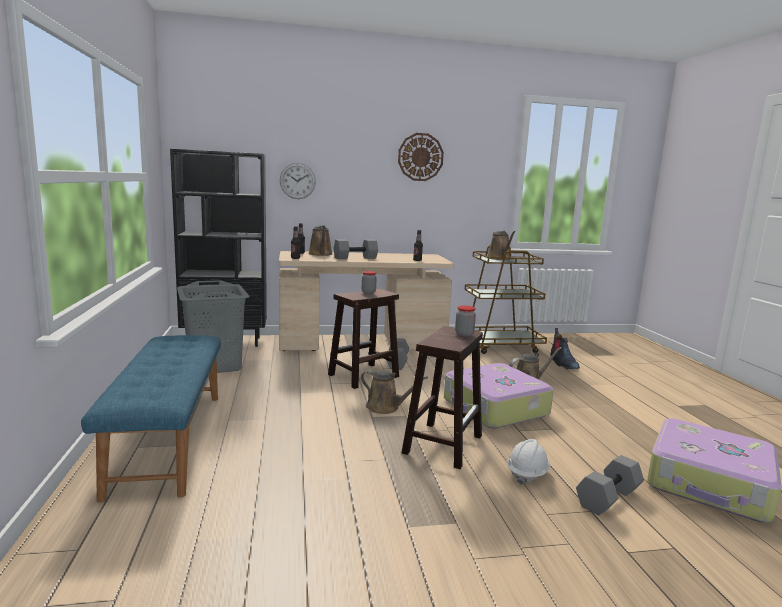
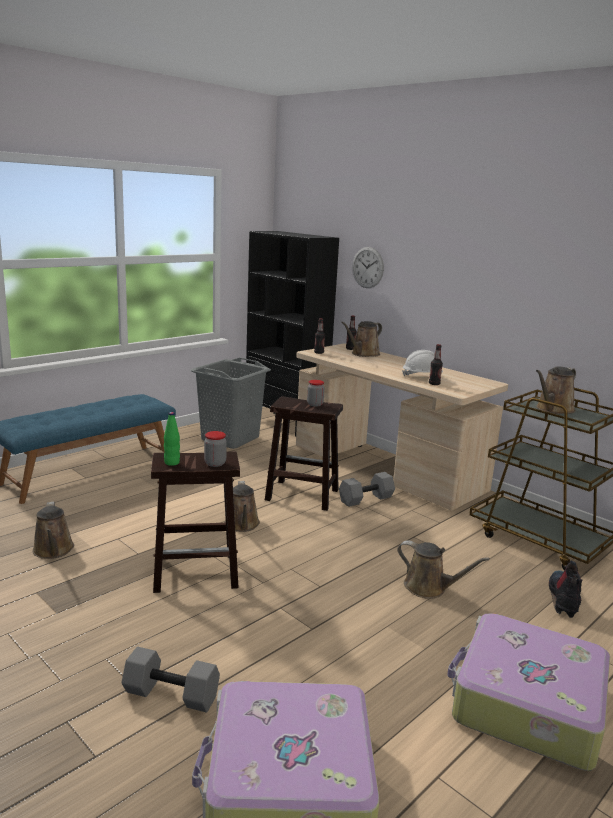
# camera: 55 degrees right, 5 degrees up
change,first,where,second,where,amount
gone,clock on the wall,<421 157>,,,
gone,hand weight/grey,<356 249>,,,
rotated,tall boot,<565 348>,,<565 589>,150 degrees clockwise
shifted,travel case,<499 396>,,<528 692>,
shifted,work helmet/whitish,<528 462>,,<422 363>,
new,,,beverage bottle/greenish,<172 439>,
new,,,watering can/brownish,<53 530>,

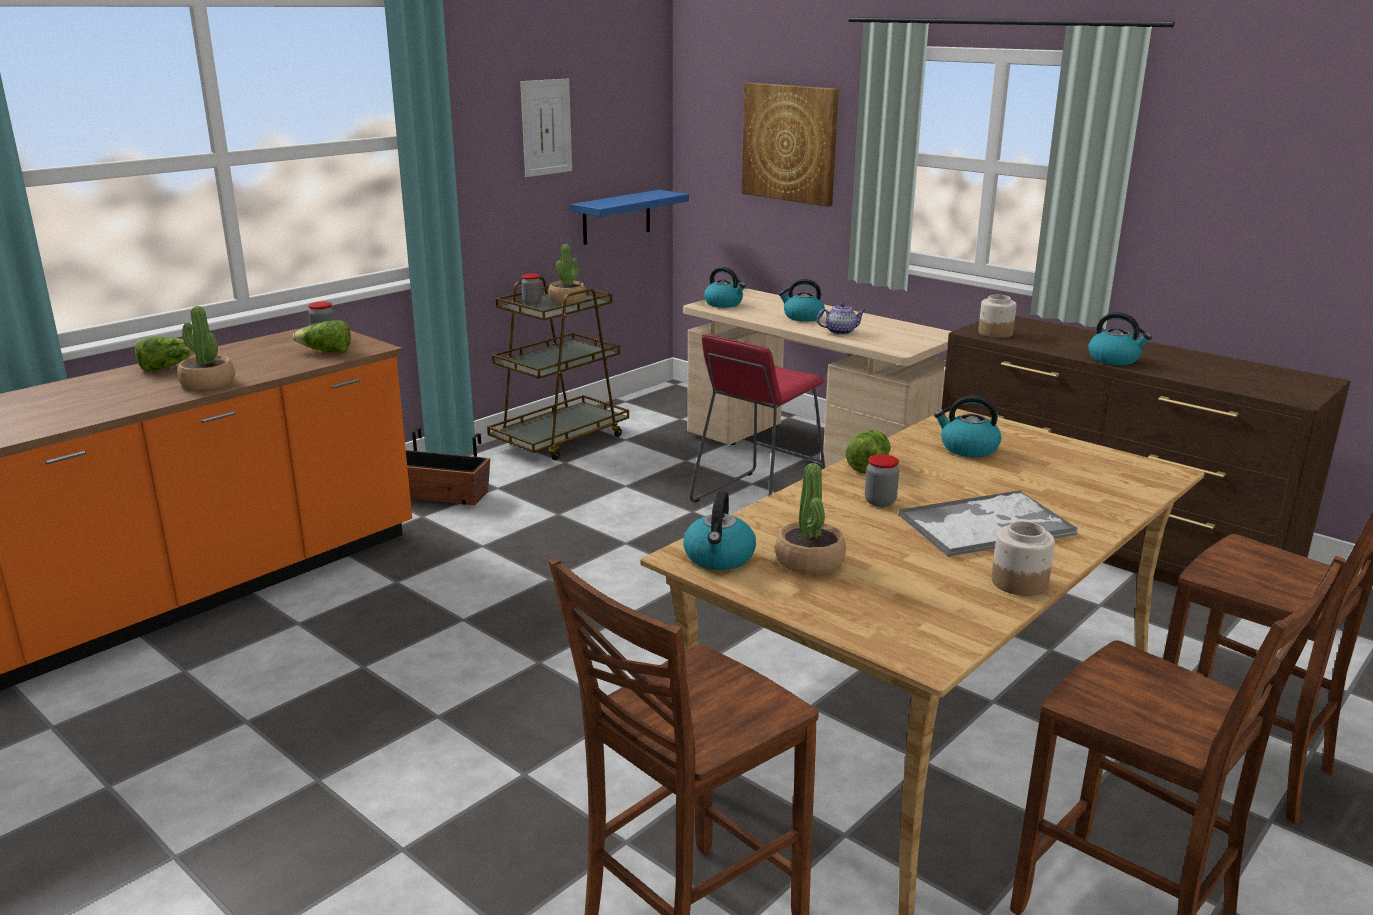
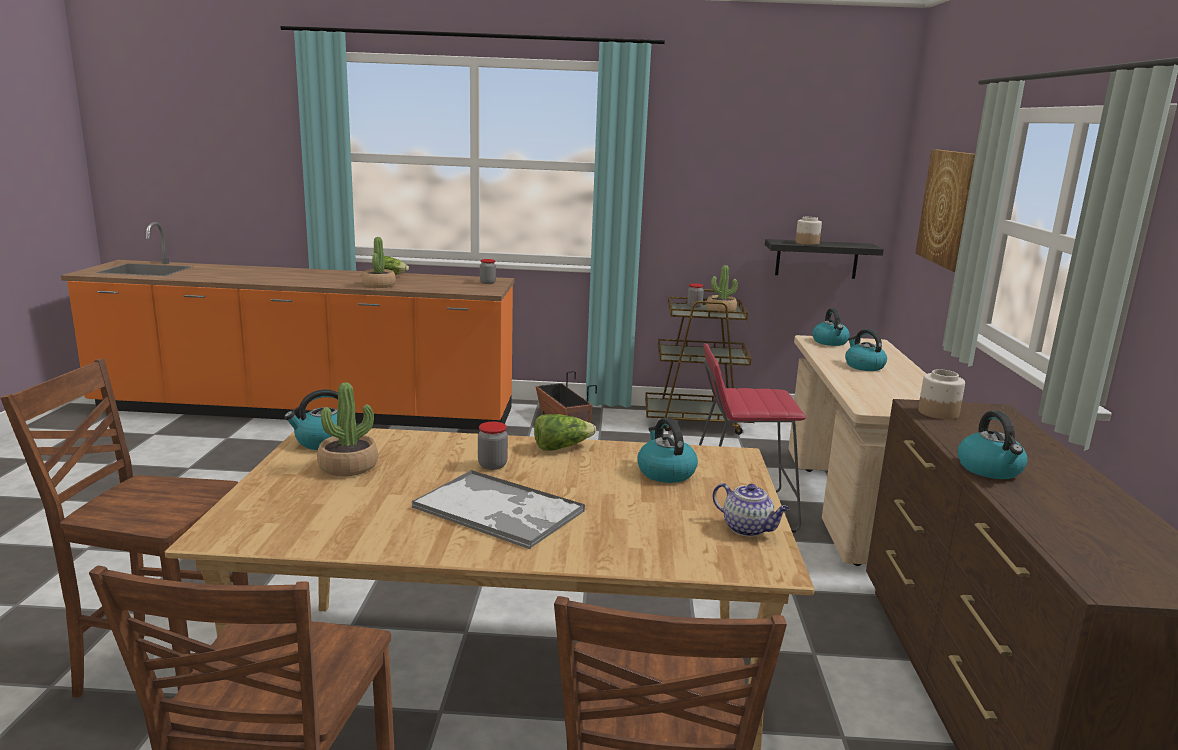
# camera: 50 degrees right, 5 degrees down
change,first,where,second,where,amount
gone,wall picture,<546 127>,,,
repainted,bracket shelf/blue-coloured,<630 217>,bracket shelf/blackish,<824 259>,
shifted,teapot,<841 318>,,<751 510>,
gone,lettuce,<322 336>,,,
shifted,storage jar,<1023 558>,,<808 231>,

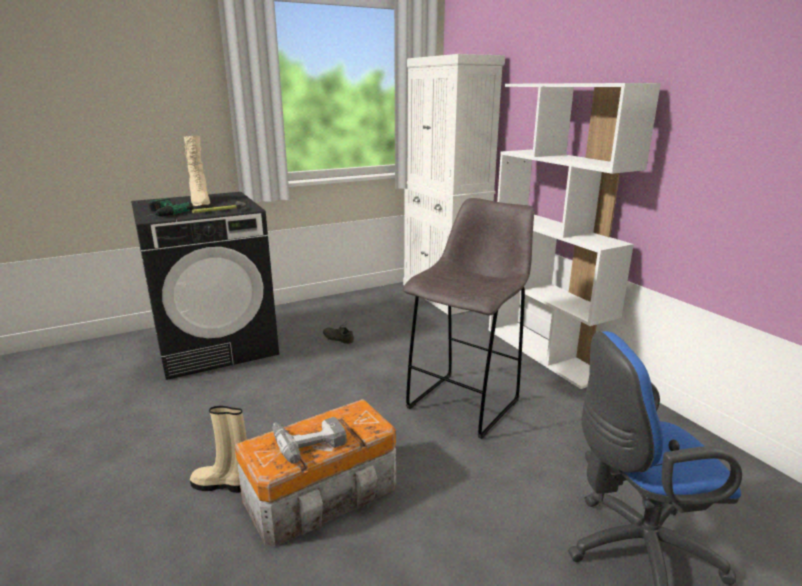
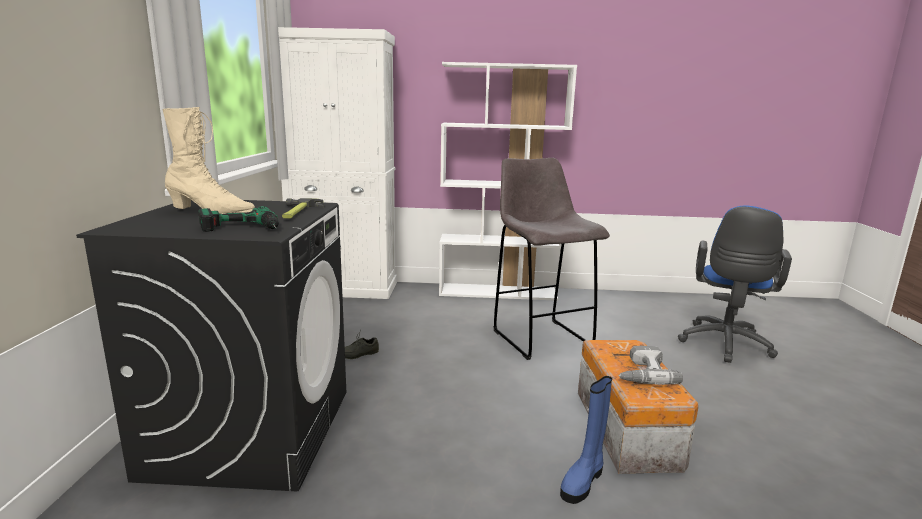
# camera: 60 degrees left, 5 degrees down
change,first,where,second,where,amount
repainted,tall boot/sand-coloured,<218 449>,tall boot/blue-coloured,<586 440>,

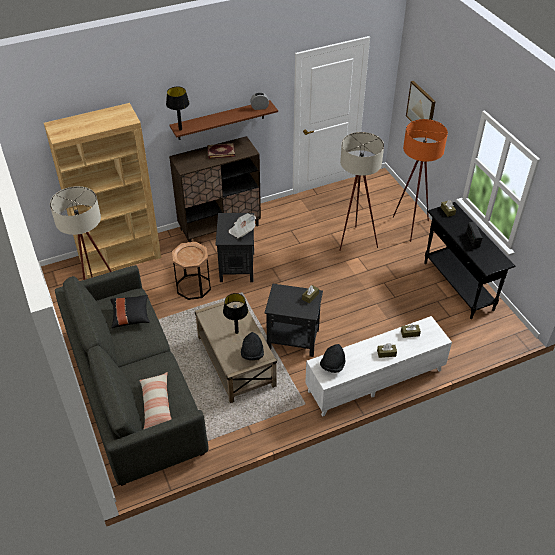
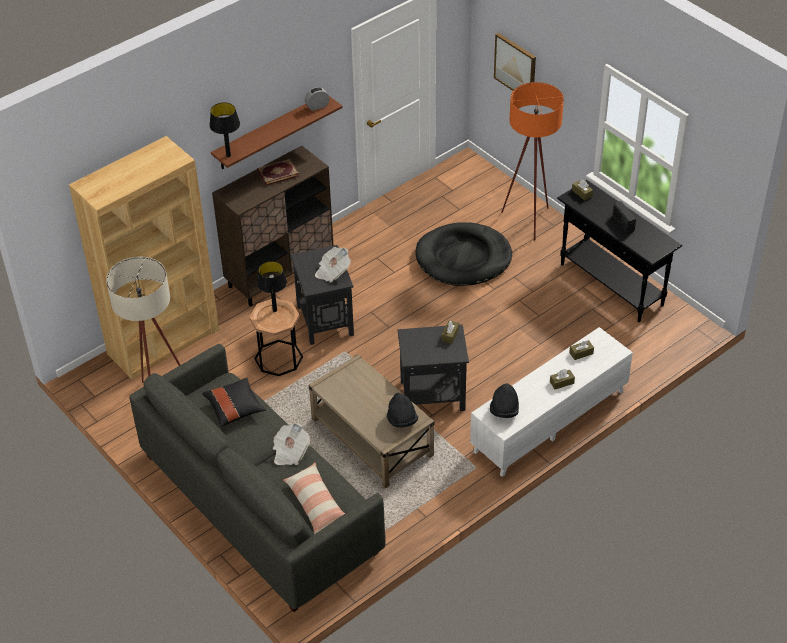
# camera: 15 degrees left, 0 degrees up
change,first,where,second,where,amount
swapped,floor lamp/sand-coloured,<361 191>,pet bed/blackish,<463 254>,
shifted,tabletop lamp/blackish,<235 313>,,<272 286>,
new,,,newspaper,<291 444>,

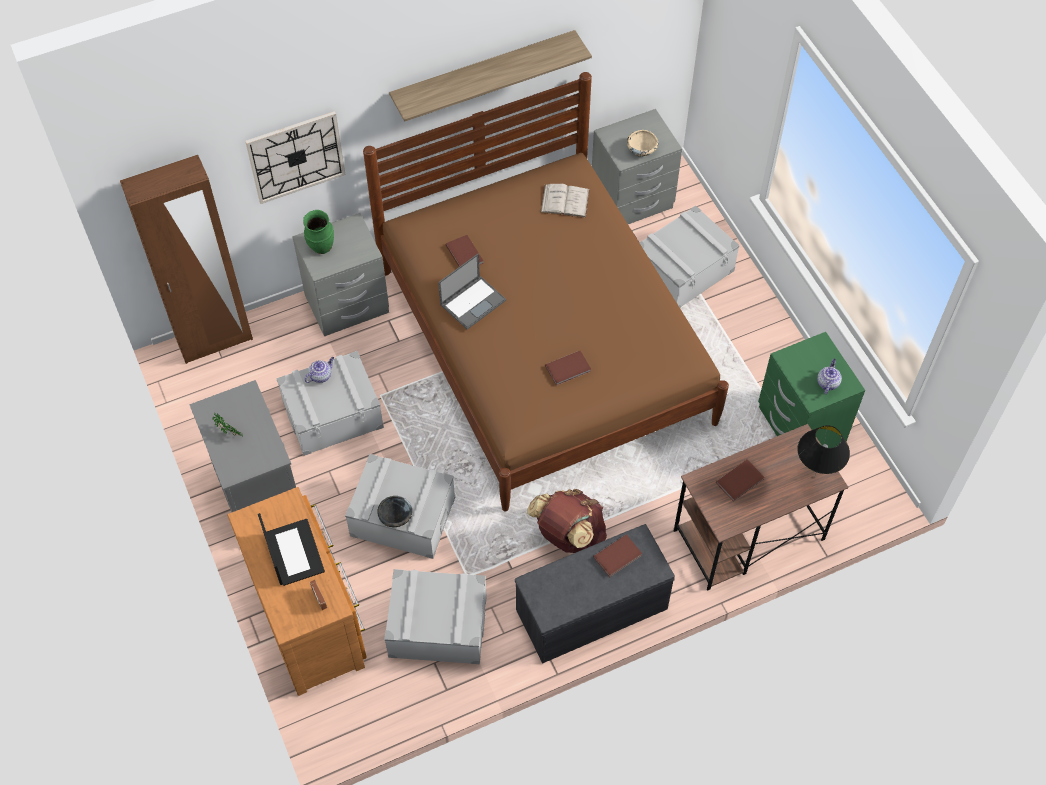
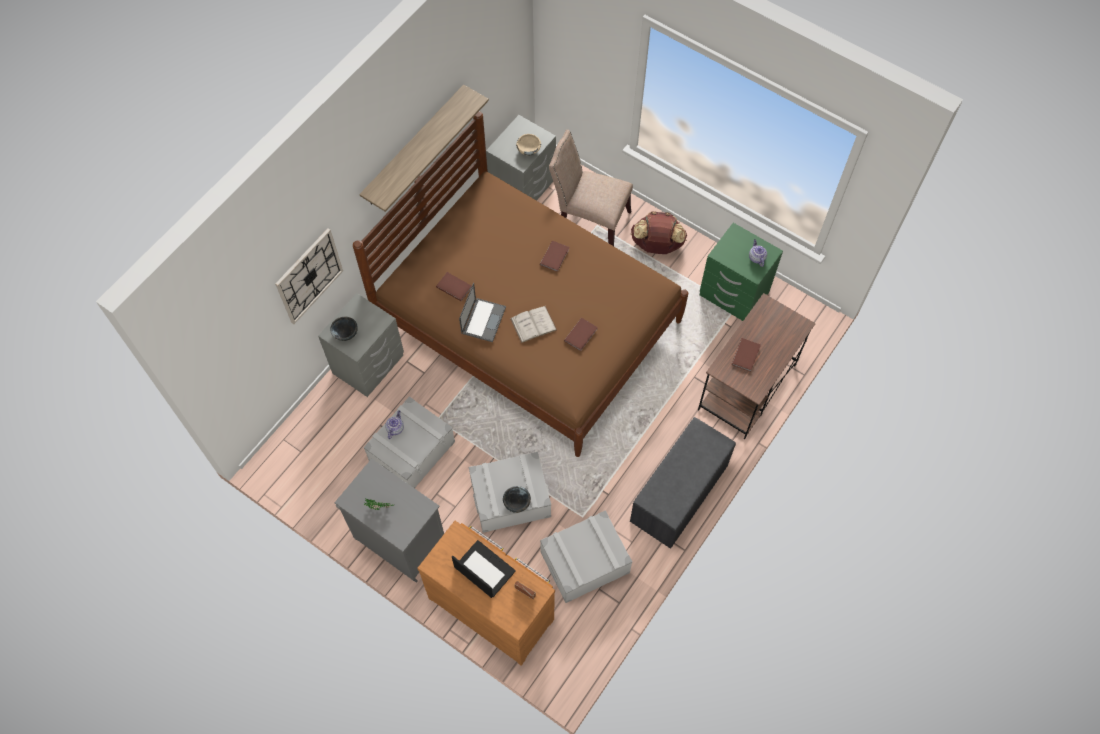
# camera: 30 degrees left, 5 degrees up
change,first,where,second,where,amount
gone,wardrobe/brownish,<186 259>,,,
shifted,book/whitish,<565 201>,,<533 324>,
swapped,storage box/grey,<690 256>,plain chair/sand-coloured,<591 188>,
swapped,flower vase/greenish,<318 232>,bowl/blackish,<344 329>,
gone,tabletop lamp/blackish,<823 451>,,,
shifted,rucksack/brownish,<567 521>,,<659 232>,
shifted,book/brownish,<617 555>,,<554 256>,

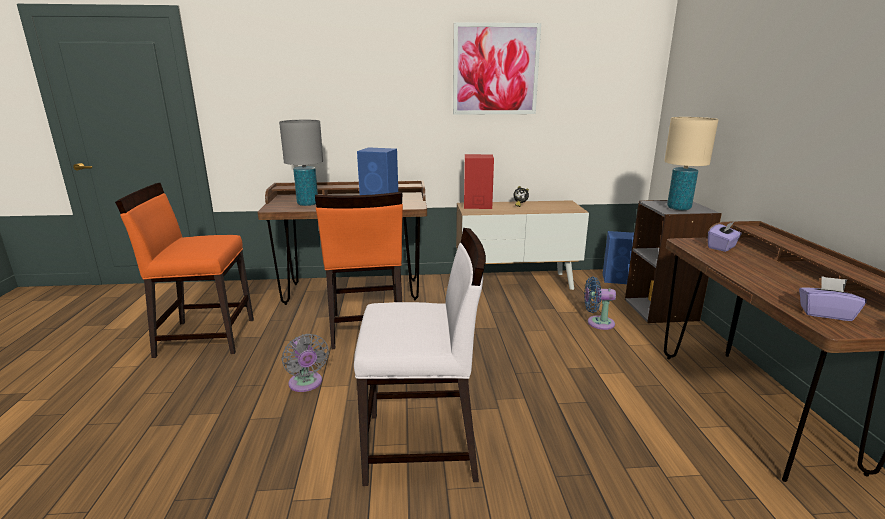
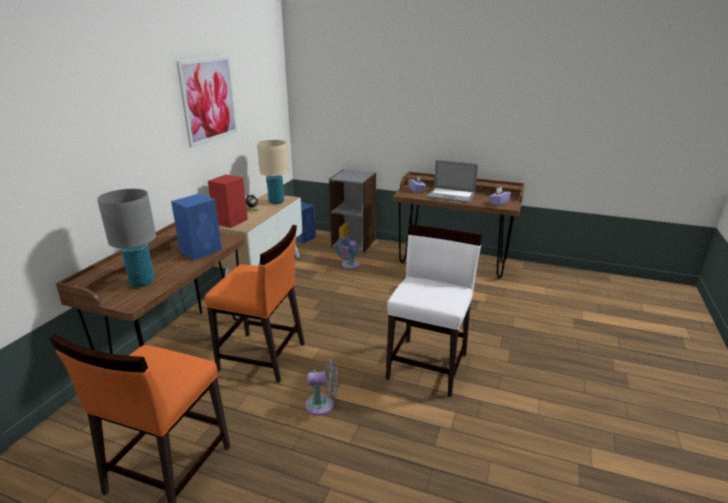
# camera: 65 degrees left, 5 degrees up
change,first,where,second,where,amount
shifted,tabletop lamp/sand-coloured,<691 163>,,<272 172>,
new,,,portable computer,<452 181>,

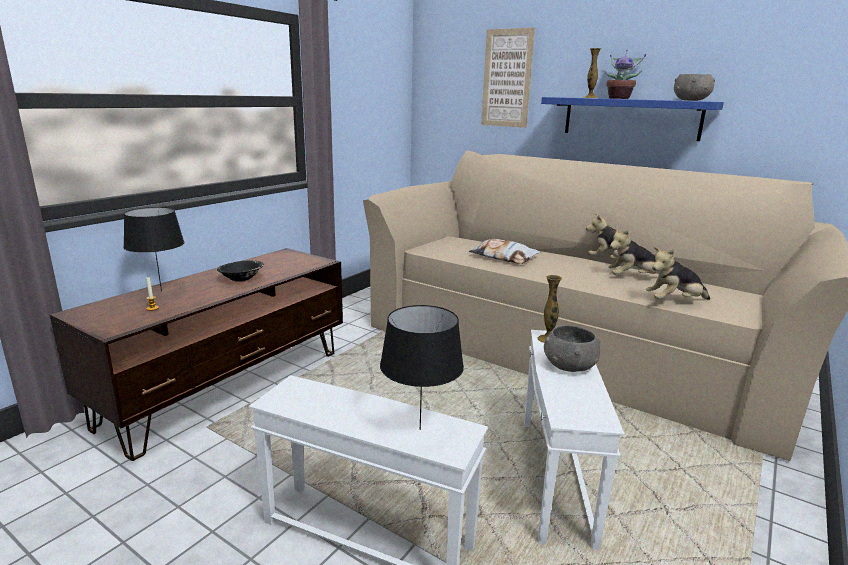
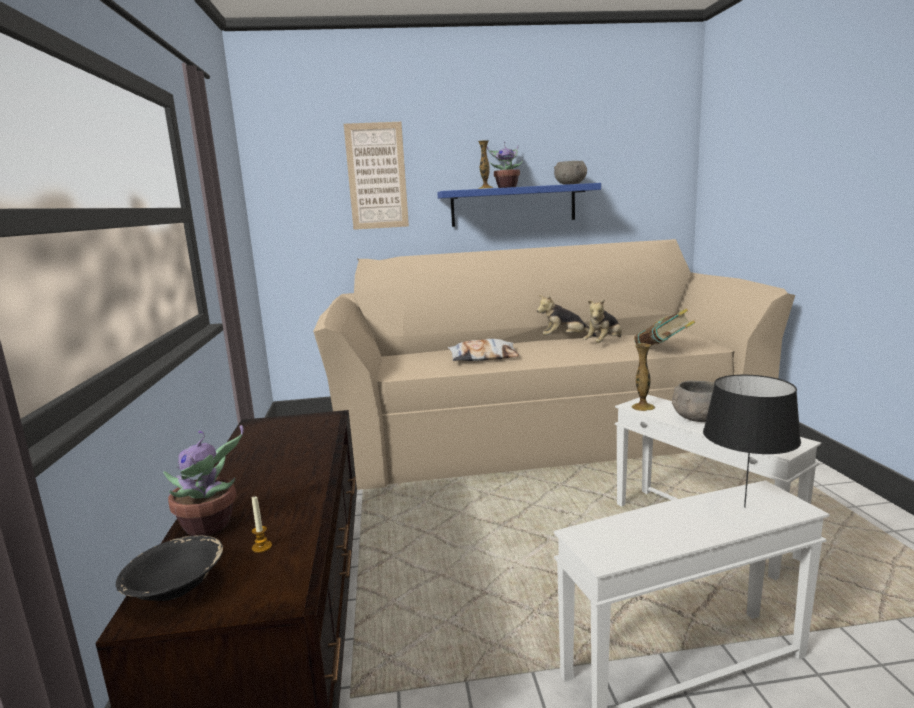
# camera: 40 degrees left, 5 degrees down
change,first,where,second,where,amount
swapped,tabletop lamp/blackish,<154 249>,potted plant,<203 480>,
swapped,plush toy,<678 273>,book,<664 326>,
shifted,bowl/blackish,<240 271>,,<169 568>,

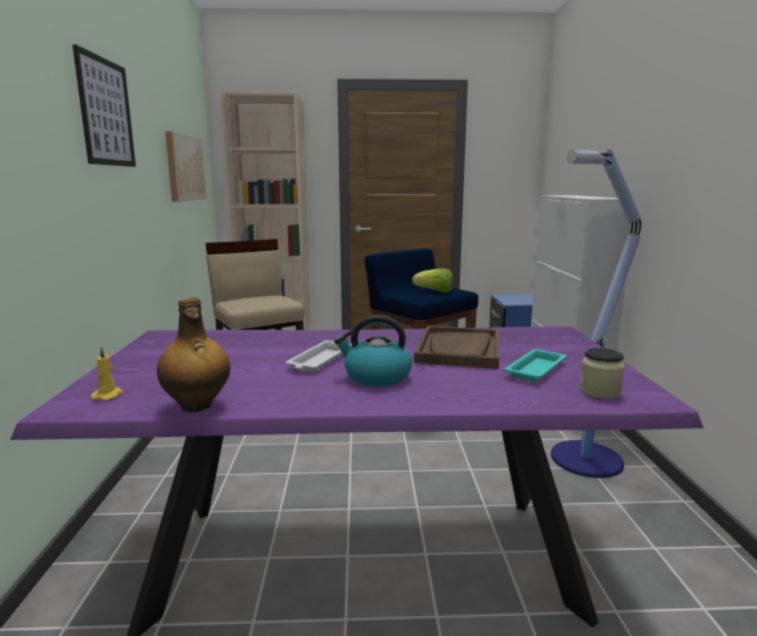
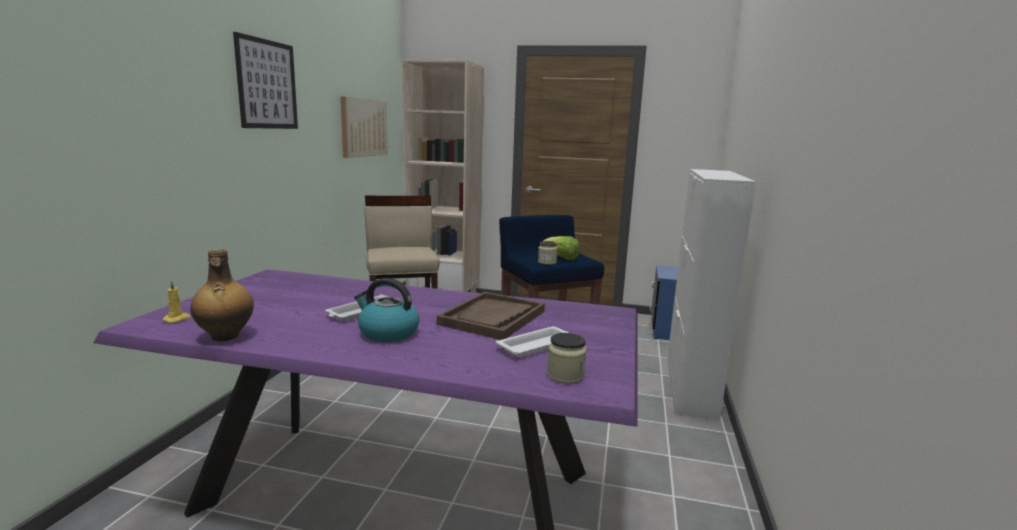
# camera: 15 degrees right, 0 degrees up
change,first,where,second,where,amount
gone,floor lamp,<596 314>,,,
repainted,serving tray/turquoise-coloured,<535 365>,serving tray/whitish,<532 342>,
new,,,storage jar,<548 253>,

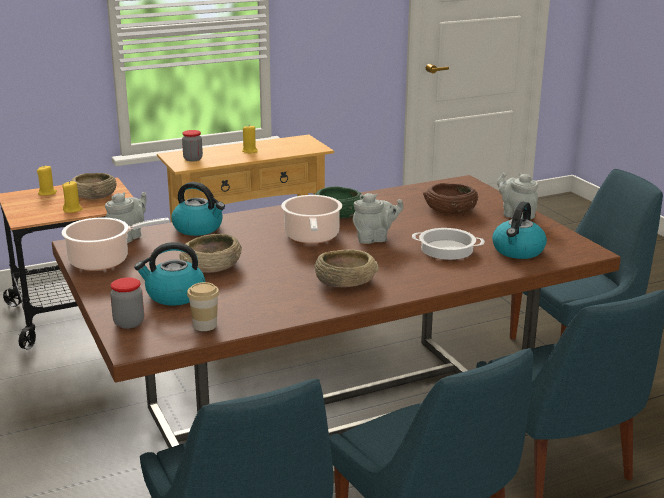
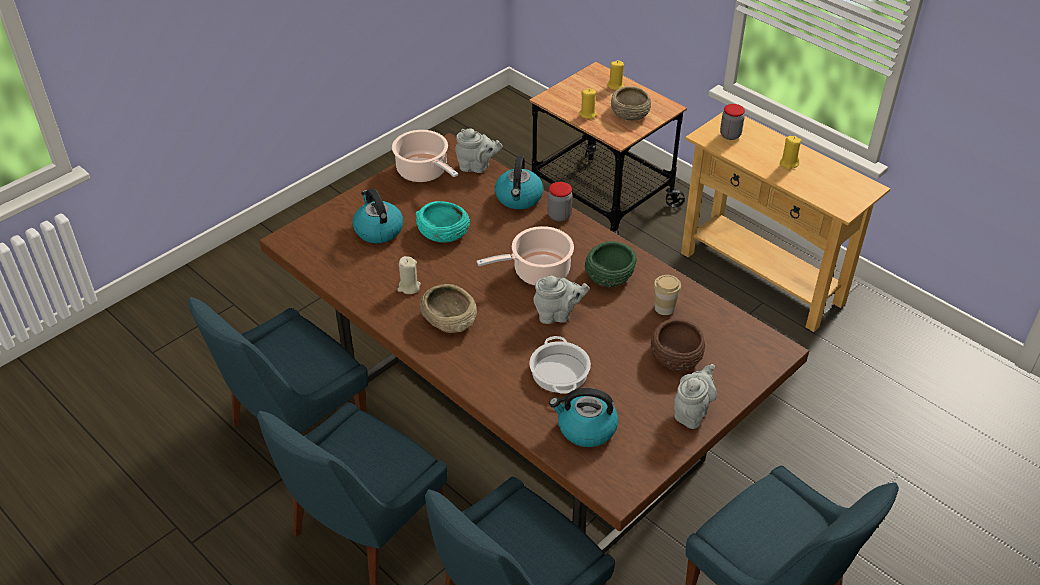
# camera: 70 degrees right, 20 degrees up
change,first,where,second,where,amount
rotated,teapot/grey,<378 218>,,<561 300>,60 degrees counterclockwise
repainted,bowl/sand-coloured,<210 253>,bowl/turquoise-coloured,<443 222>,
shifted,storage jar,<127 303>,,<560 201>,
shifted,small cup,<203 306>,,<667 295>,
new,,,wax candle/sand-coloured,<409 275>,

